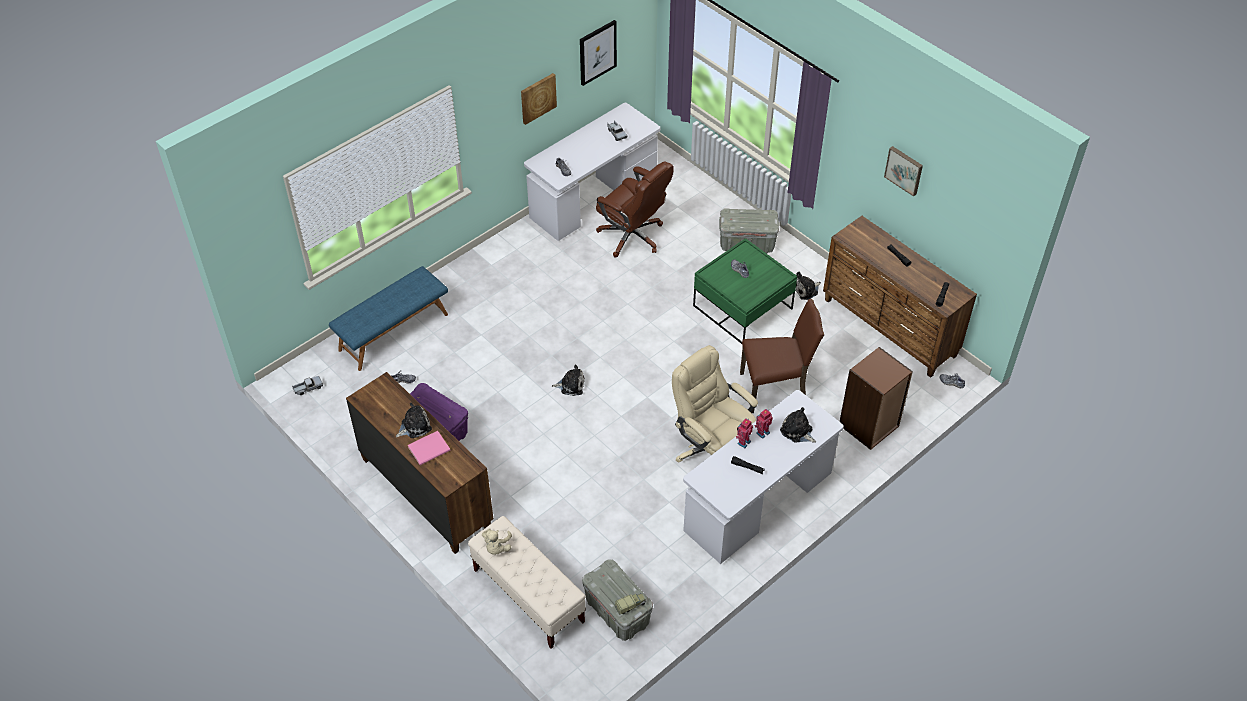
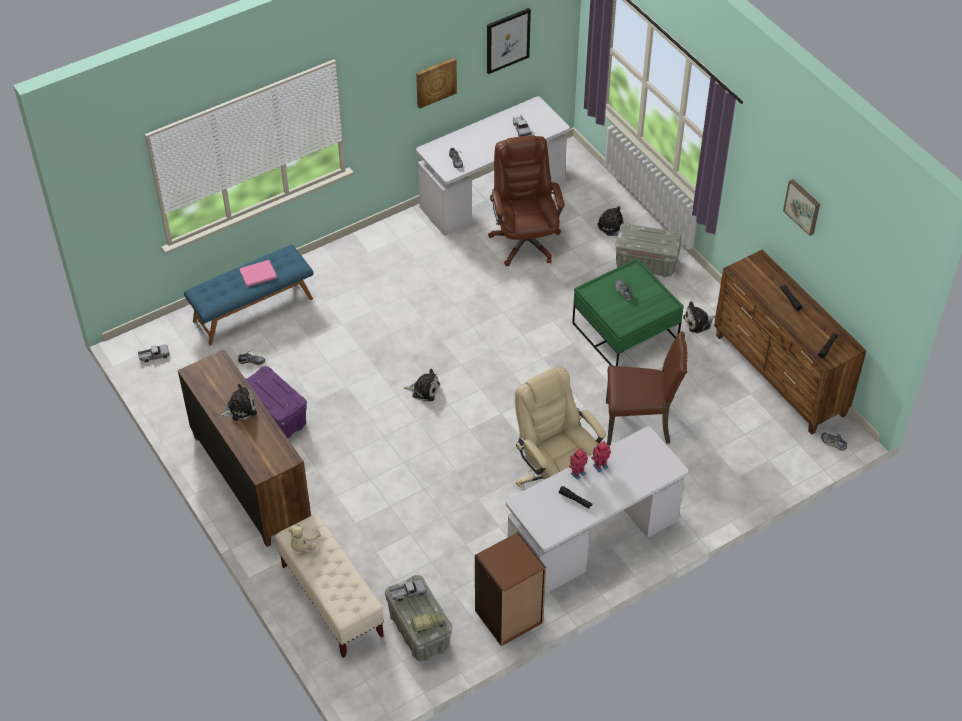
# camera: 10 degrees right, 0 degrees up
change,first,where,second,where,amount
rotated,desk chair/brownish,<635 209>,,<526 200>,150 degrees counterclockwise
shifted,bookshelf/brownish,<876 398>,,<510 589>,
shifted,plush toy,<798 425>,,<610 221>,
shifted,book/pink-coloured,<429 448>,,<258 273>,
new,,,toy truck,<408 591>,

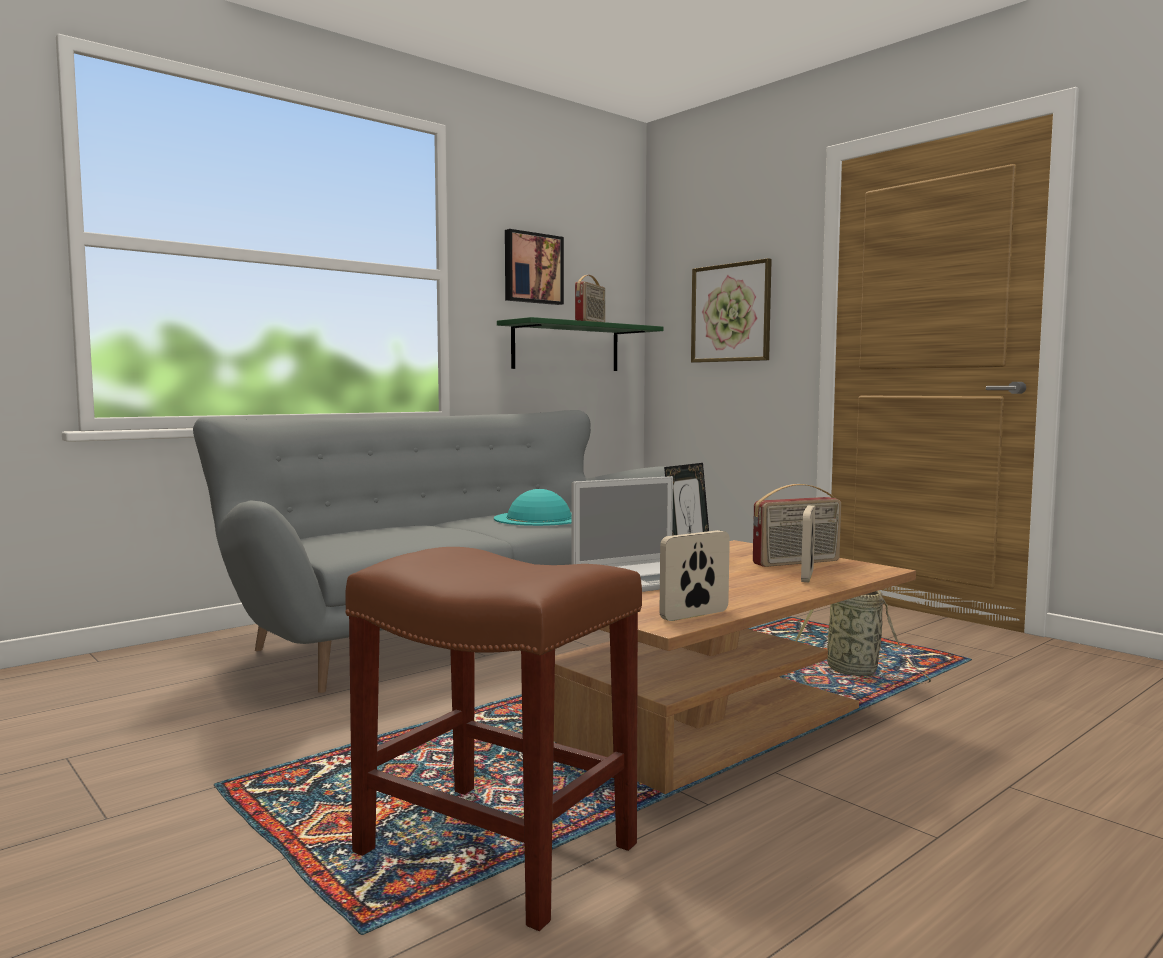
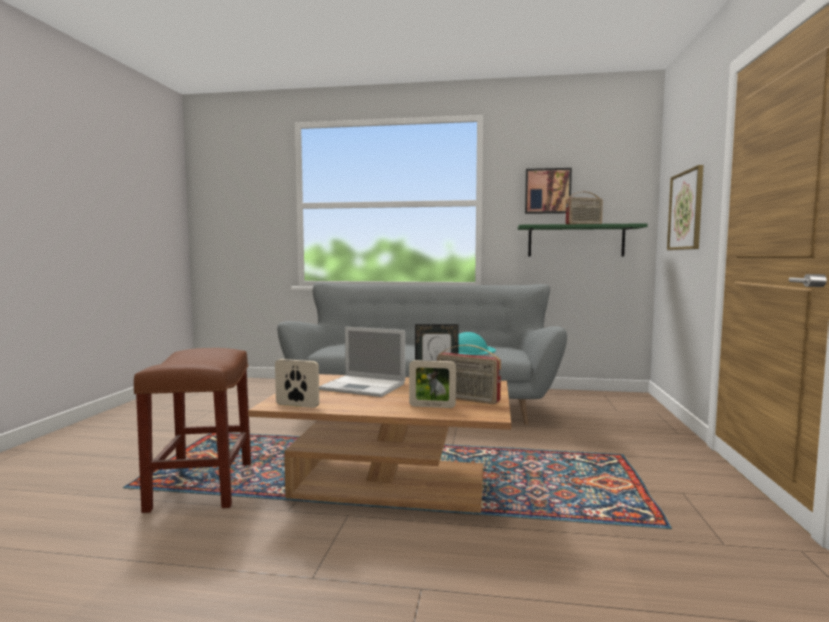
# camera: 50 degrees right, 0 degrees up
change,first,where,second,where,amount
rotated,picture frame,<808 543>,,<432 384>,150 degrees counterclockwise
gone,storage basket,<863 637>,,,

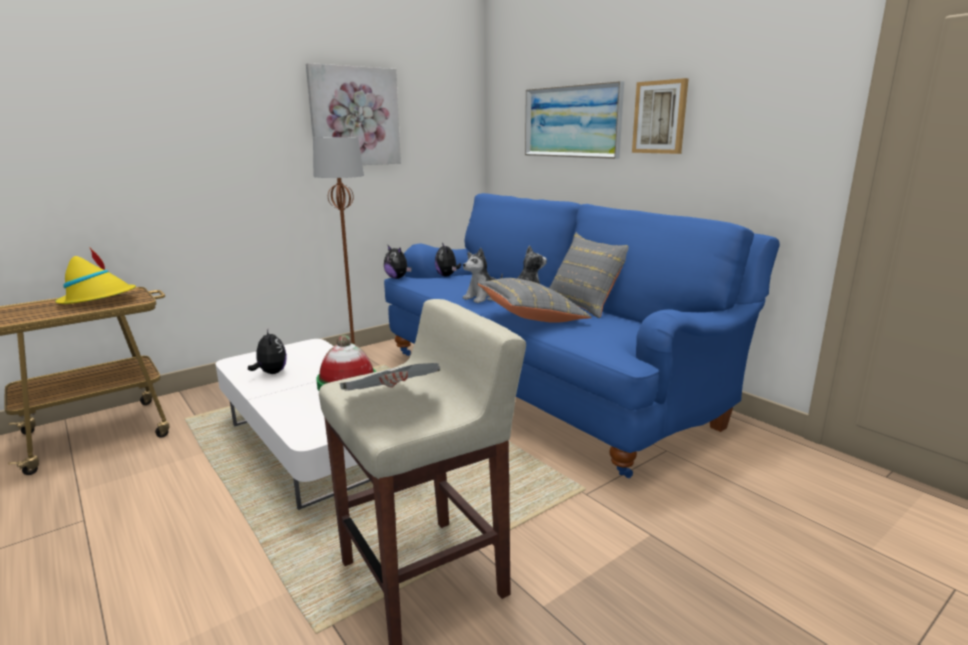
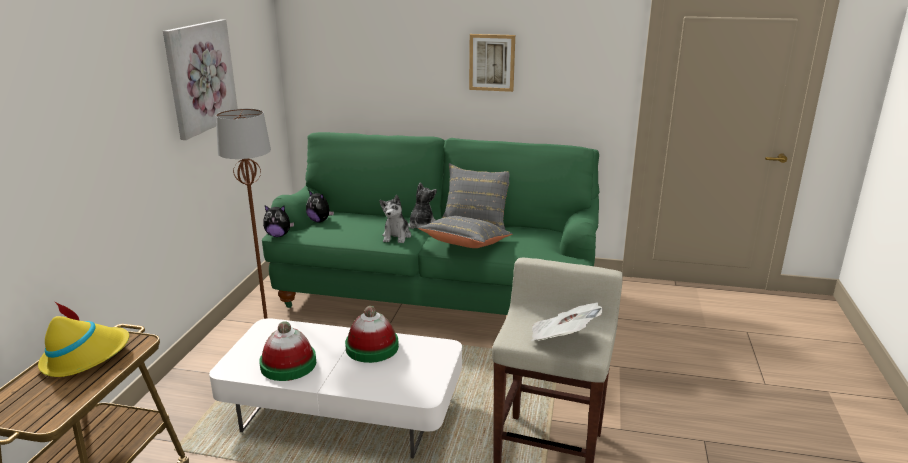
# camera: 40 degrees left, 5 degrees up
change,first,where,second,where,amount
gone,wall picture,<574 120>,,,
repainted,settee/blue-coloured,<582 335>,settee/greenish,<430 223>,
swapped,plush toy,<267 351>,hat,<287 351>,

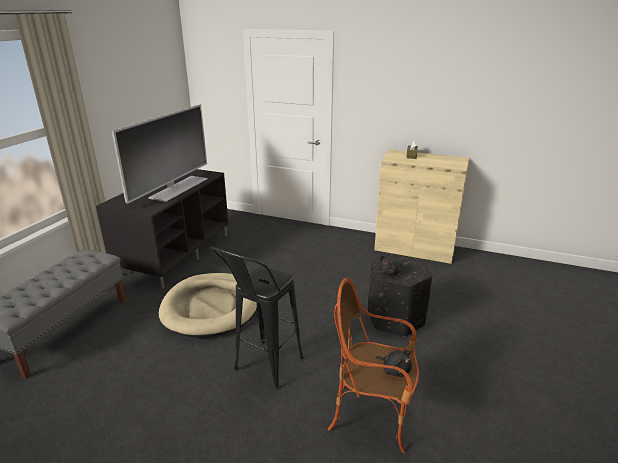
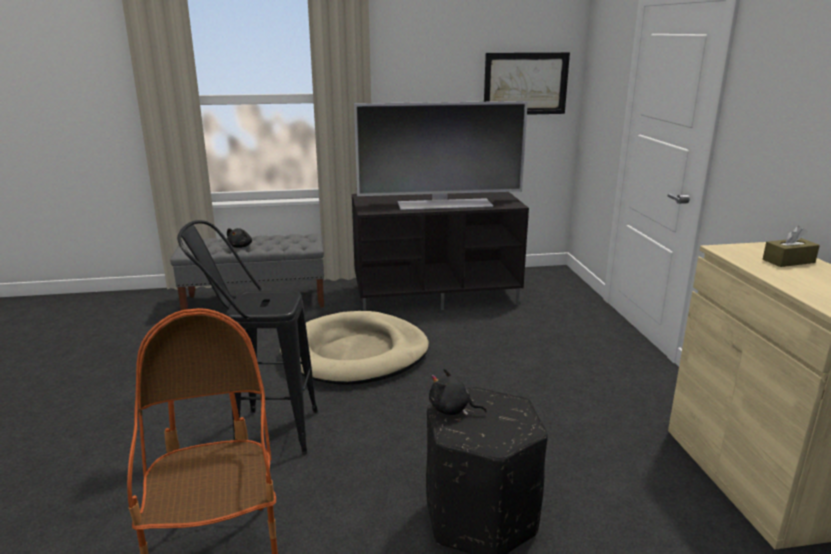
# camera: 60 degrees right, 5 degrees down
change,first,where,second,where,amount
shifted,plush toy/blackish,<394 363>,,<239 238>,
new,,,wall picture,<527 83>,

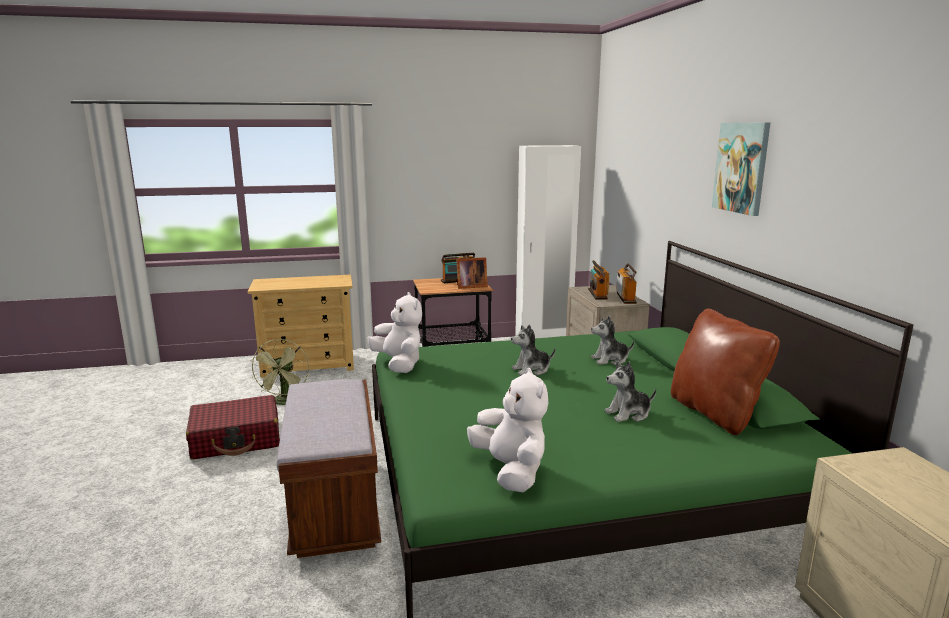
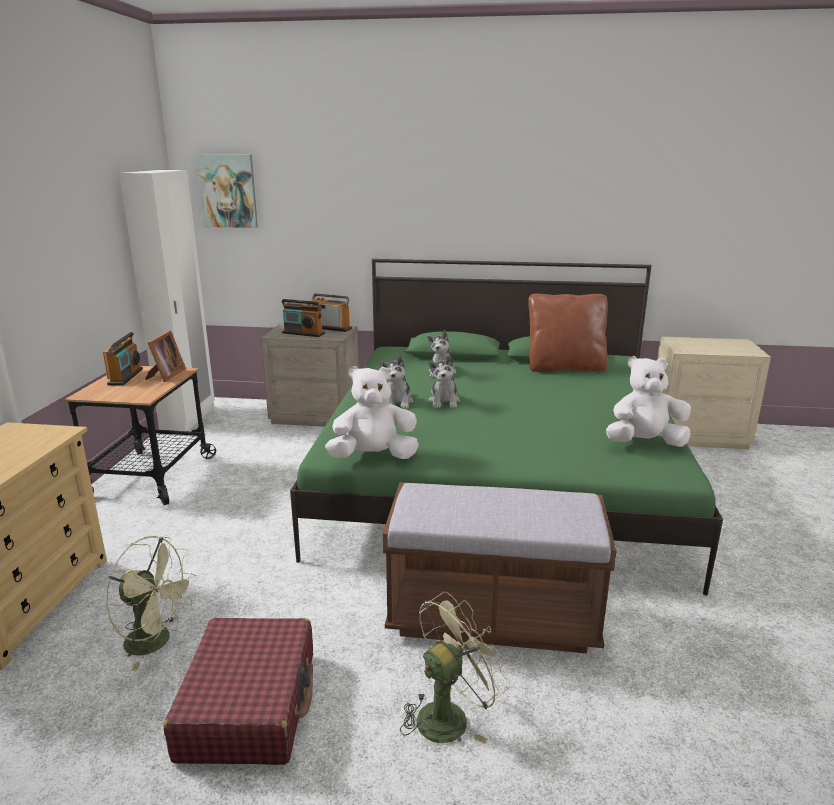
# camera: 70 degrees left, 5 degrees up
change,first,where,second,where,amount
shifted,wall picture,<741 169>,,<226 191>,
shifted,plush toy,<630 391>,,<396 381>,
new,,,electric fan/greenish,<455 668>,

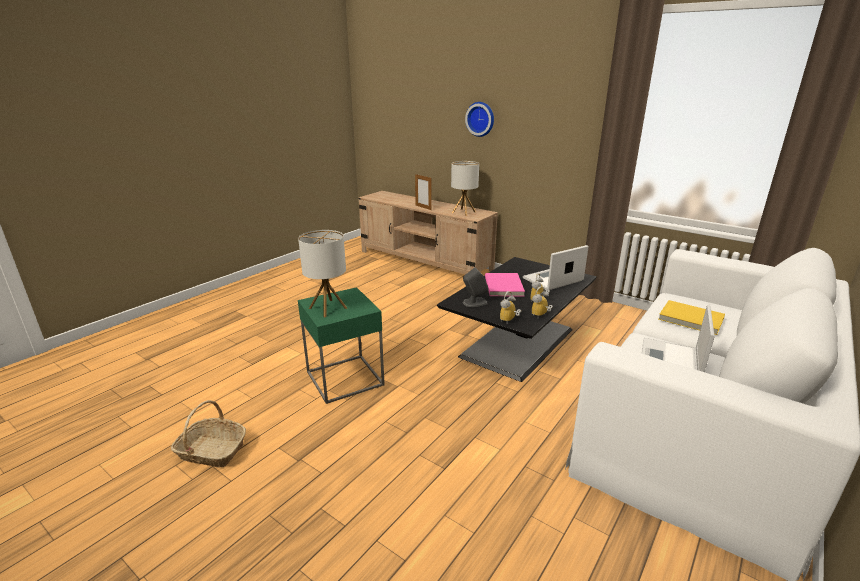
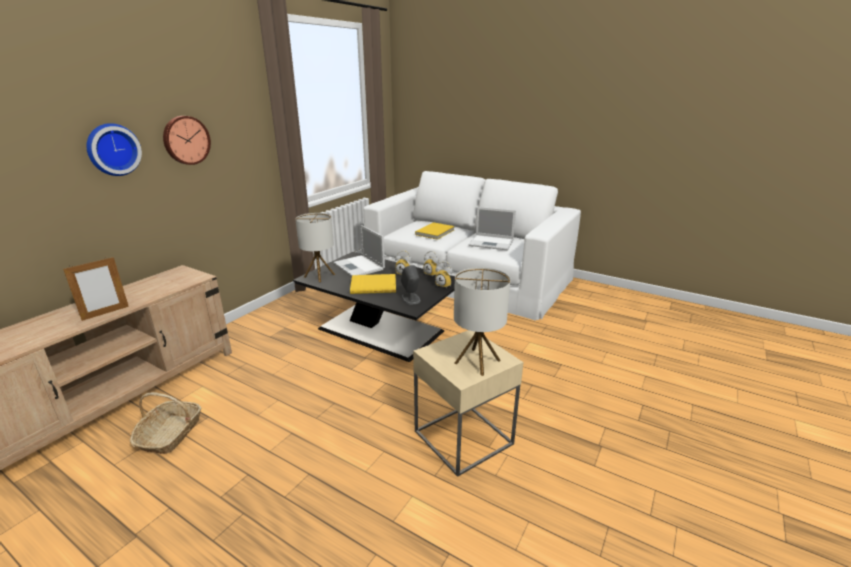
# camera: 95 degrees left, 0 degrees up
change,first,where,second,where,amount
shifted,tabletop lamp,<465 188>,,<315 247>,
repainted,book/pink-coloured,<505 284>,book/yellow,<373 284>,
repainted,accent table/greenish,<341 345>,accent table/sand-coloured,<468 403>,
shifted,storage basket,<208 434>,,<165 423>,
new,,,clock on the wall,<187 140>,

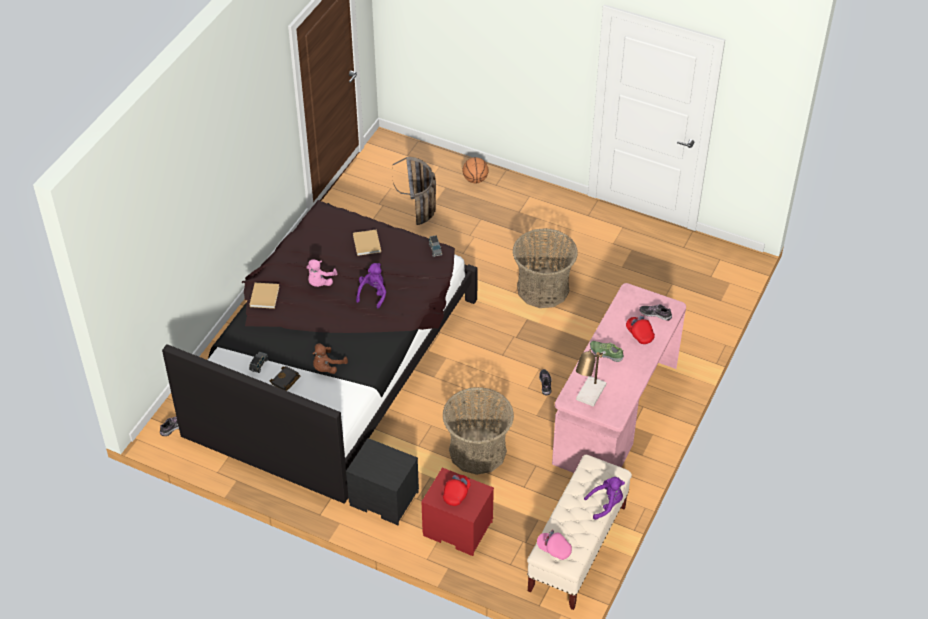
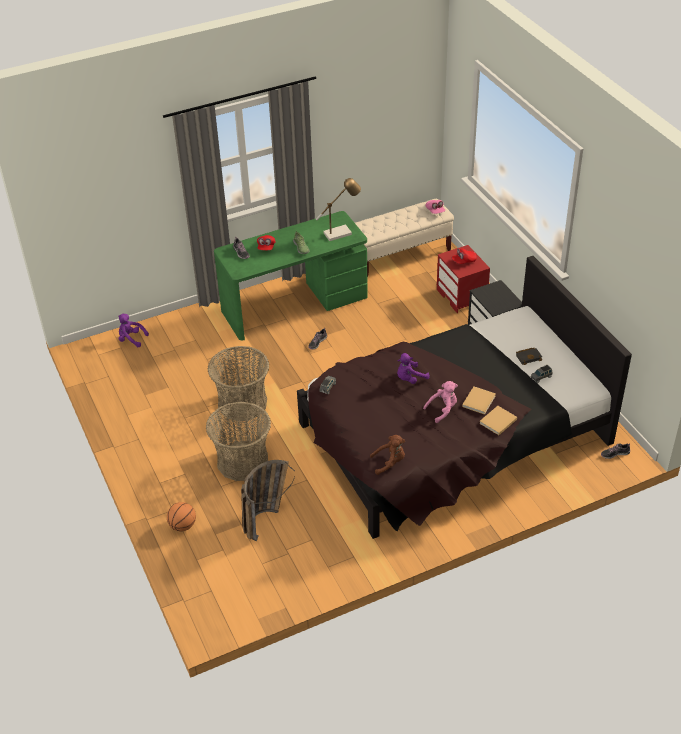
# camera: 140 degrees left, 5 degrees down
change,first,where,second,where,amount
shifted,book/sand-coloured,<367 242>,,<479 401>,
repainted,desk unit/pink-coloured,<619 378>,desk unit/greenish,<291 275>,
shifted,plush toy/brownish,<330 358>,,<387 455>,
shifted,storage basket,<478 431>,,<238 441>,
shifted,plush toy/purplish,<604 498>,,<133 330>,

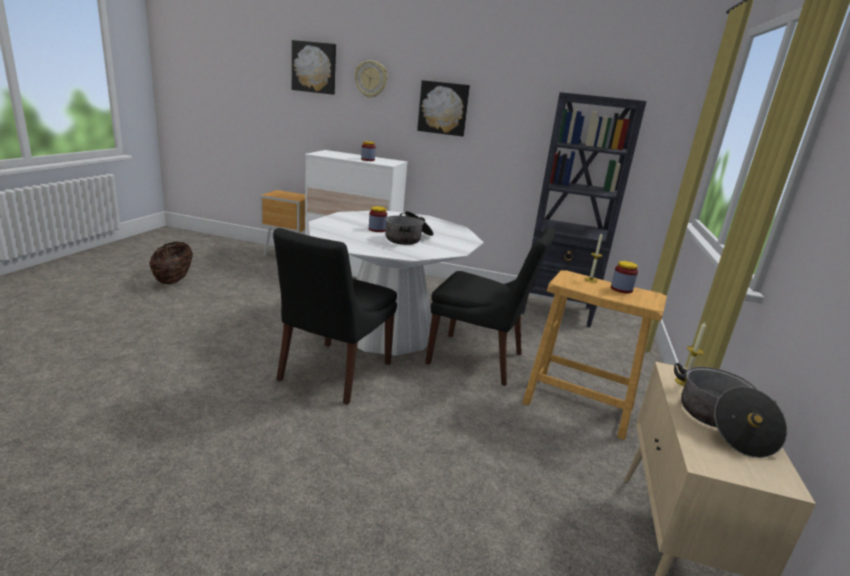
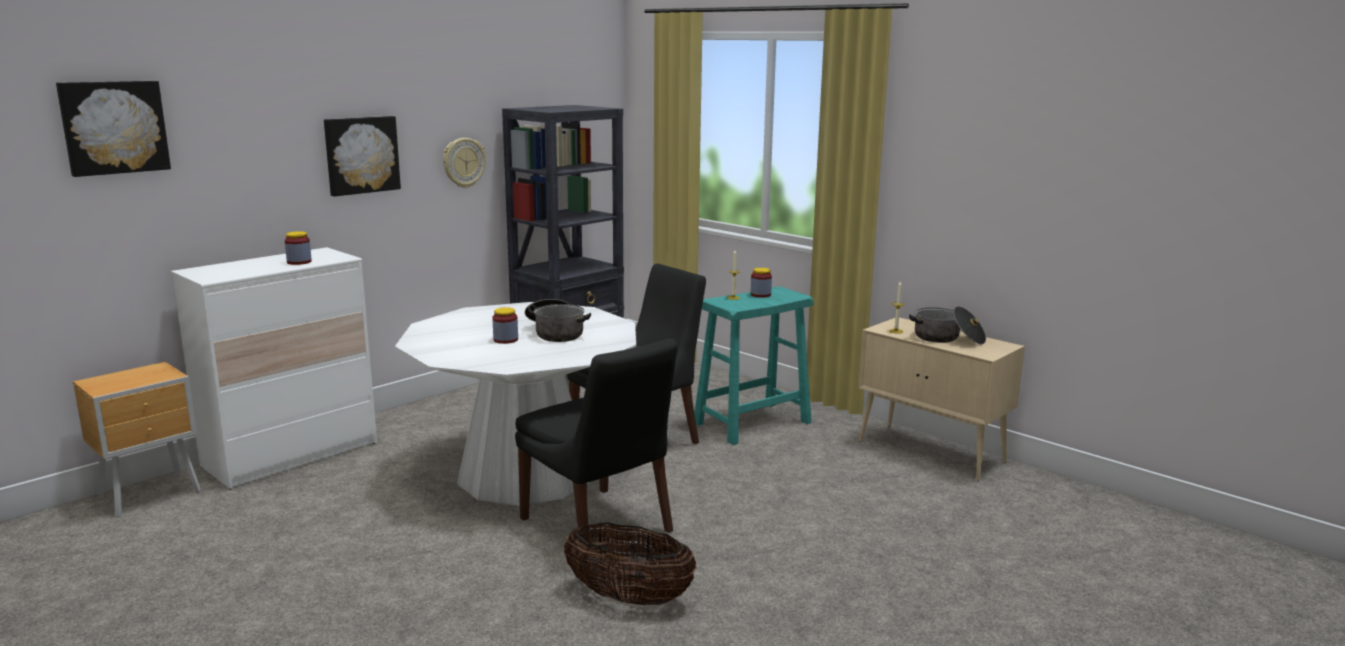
# camera: 60 degrees left, 5 degrees down
change,first,where,second,where,amount
shifted,clock on the wall,<371 79>,,<464 163>,
shifted,storage basket,<171 263>,,<630 564>,
repainted,stool/sand-coloured,<594 355>,stool/turquoise-coloured,<754 366>,

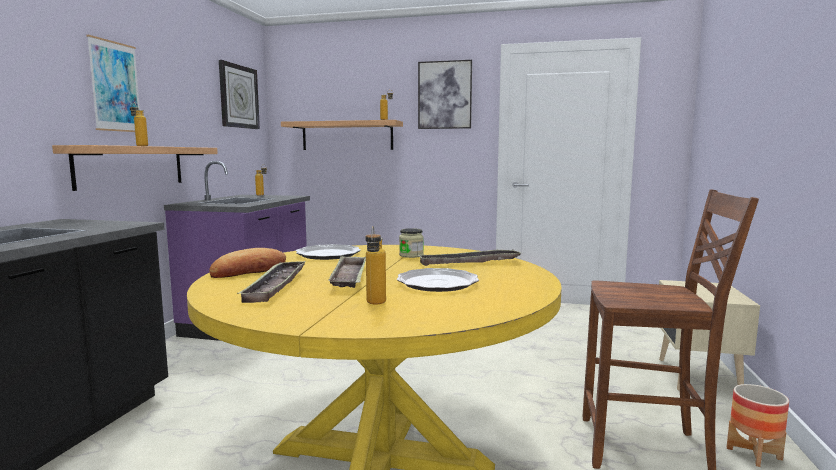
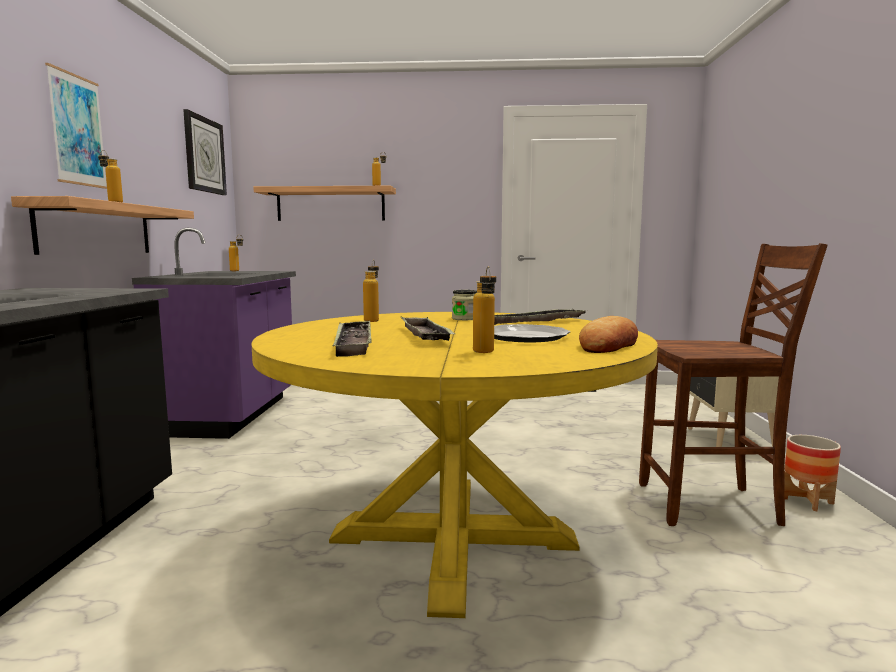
# camera: 10 degrees left, 0 degrees up
change,first,where,second,where,amount
gone,wall picture,<445 94>,,,
swapped,flat dish,<328 252>,beverage bottle,<371 291>,
shifted,bread,<247 263>,,<608 334>,

